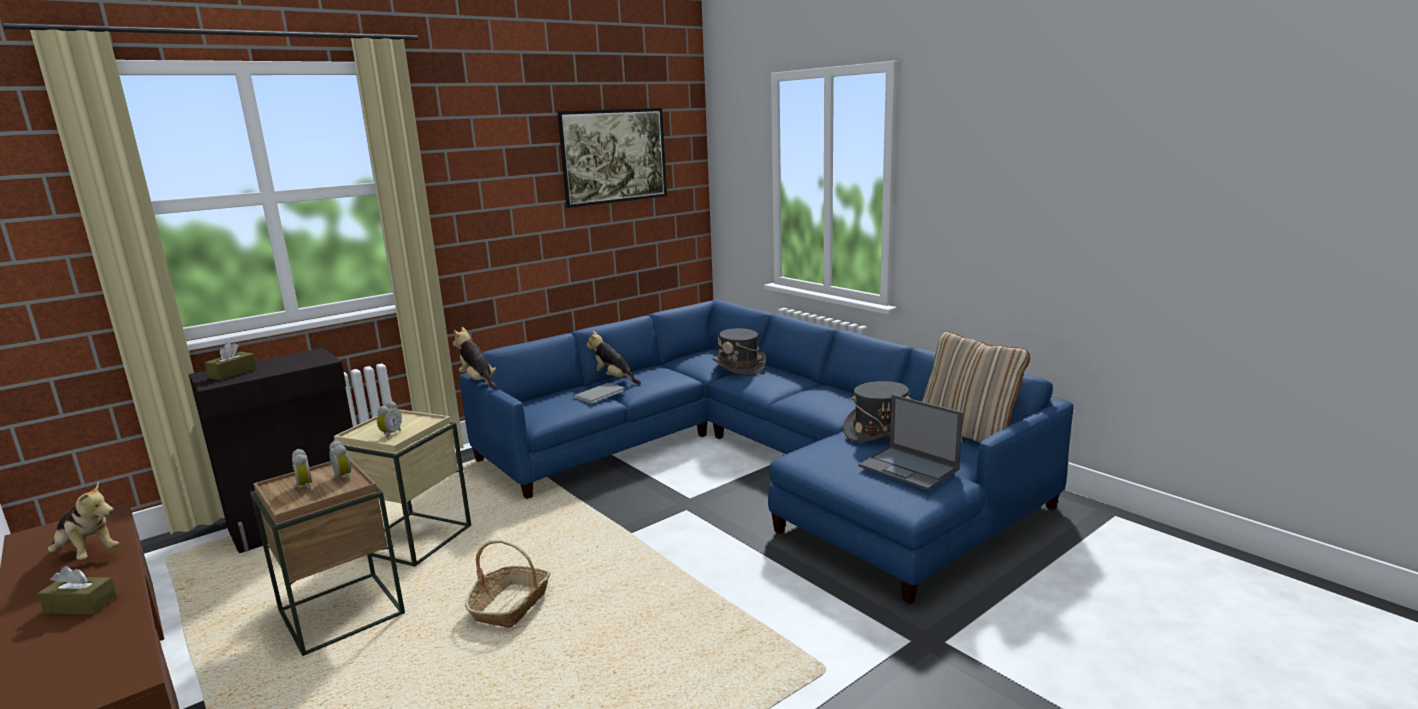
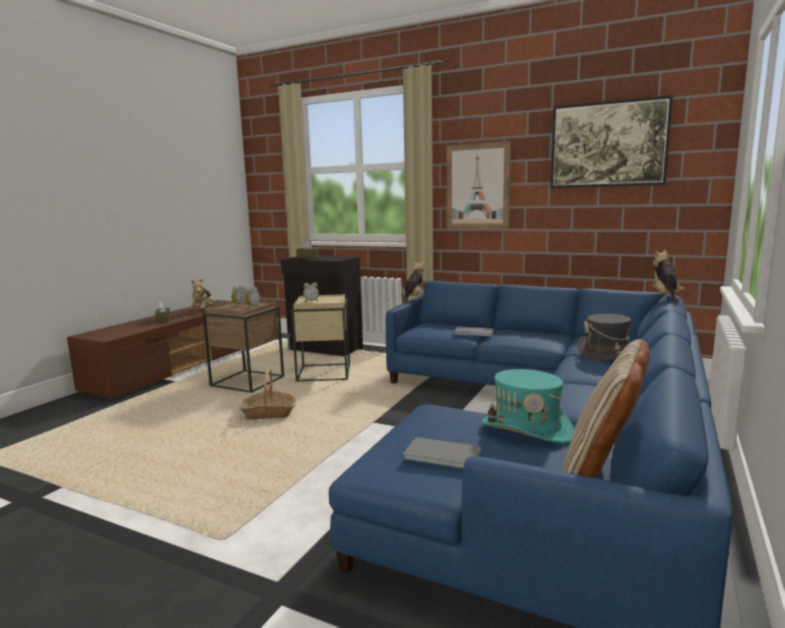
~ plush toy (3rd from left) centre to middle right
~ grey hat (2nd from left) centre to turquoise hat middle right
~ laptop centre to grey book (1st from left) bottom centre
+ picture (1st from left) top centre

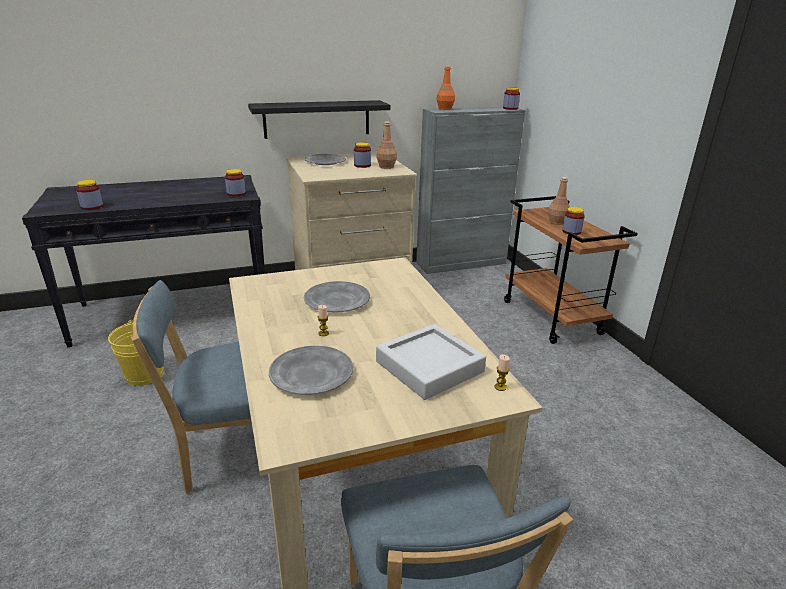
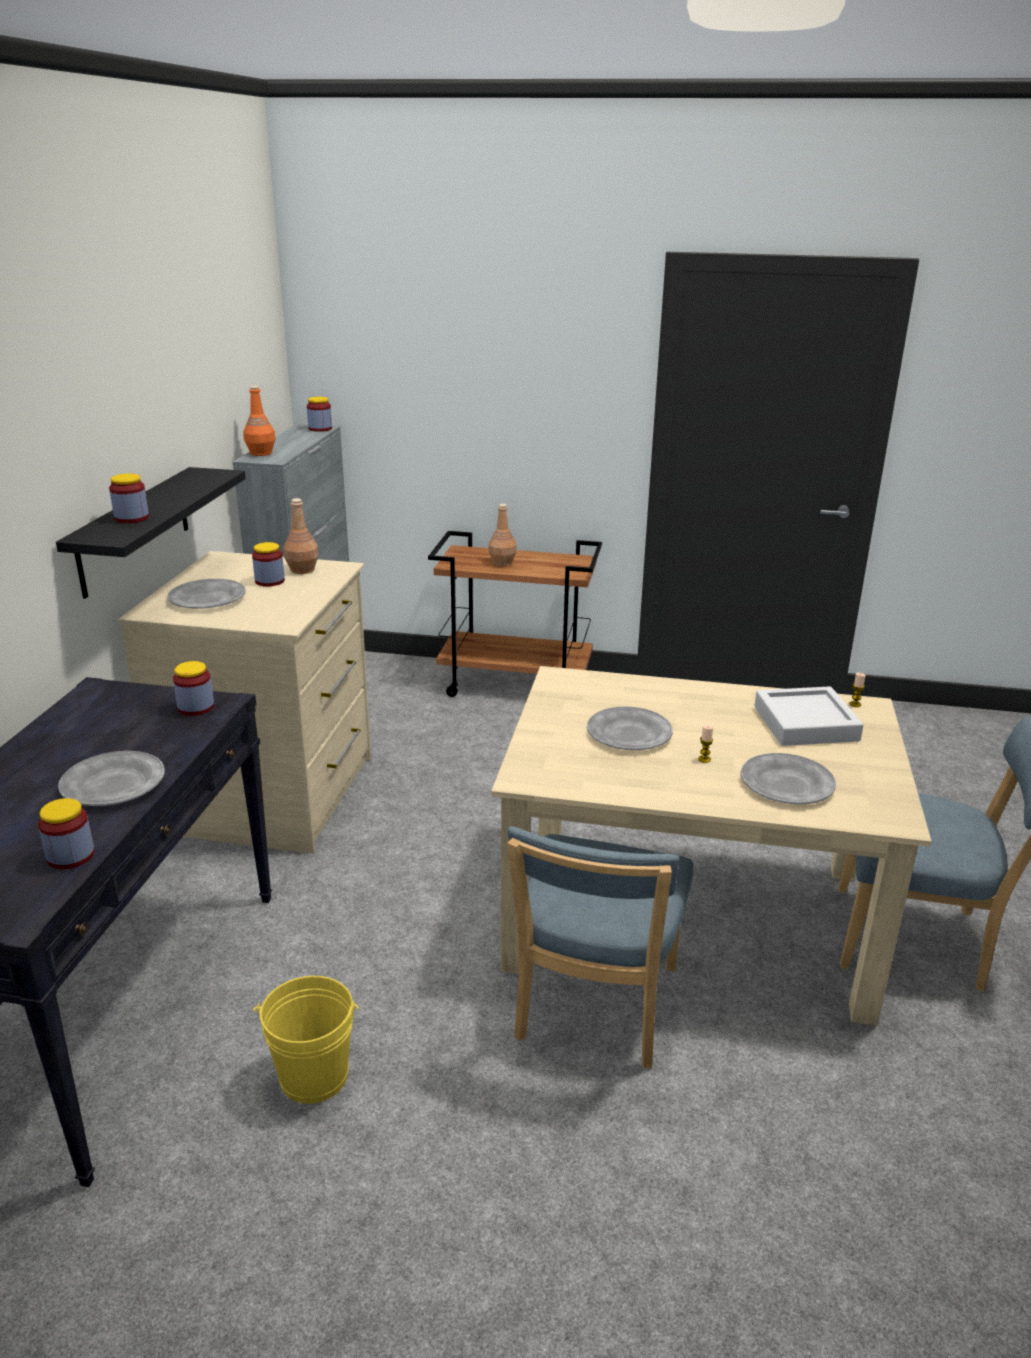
~ jar (5th from left in the first image) middle right to jar (2nd from left) middle left
+ grey plate (1st from left) middle left

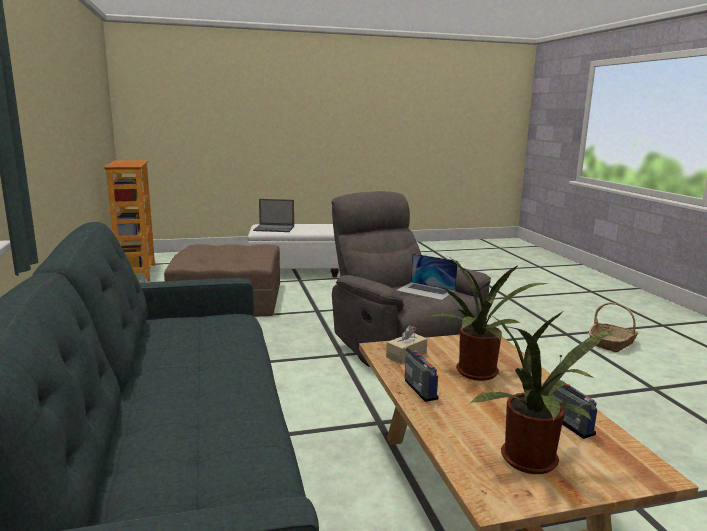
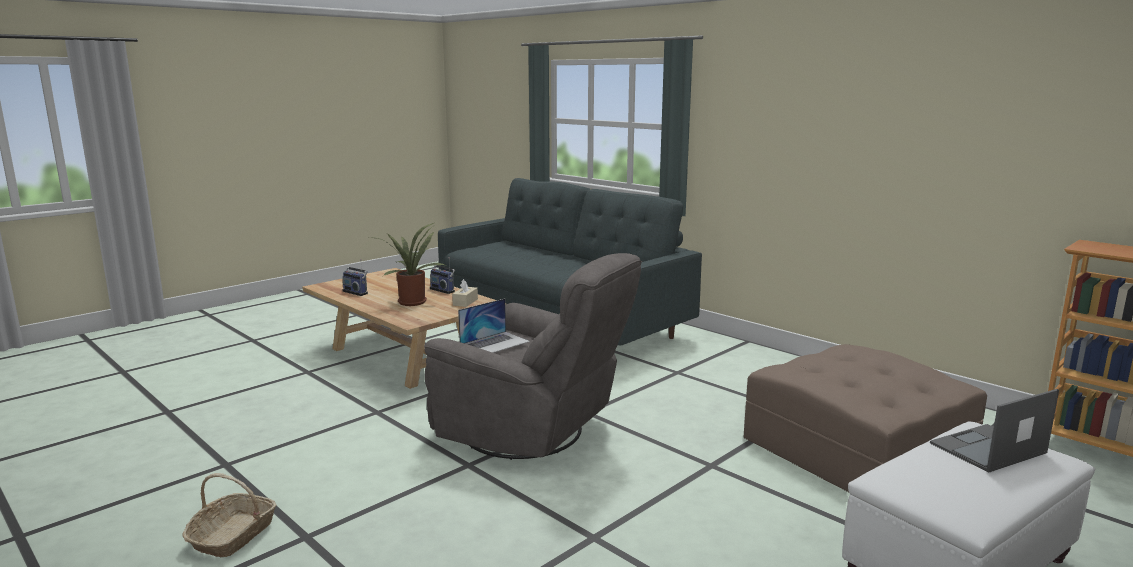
~ laptop (2nd from left in the first image) centre = centre 135 degrees clockwise
- potted plant (2nd from left) bottom right

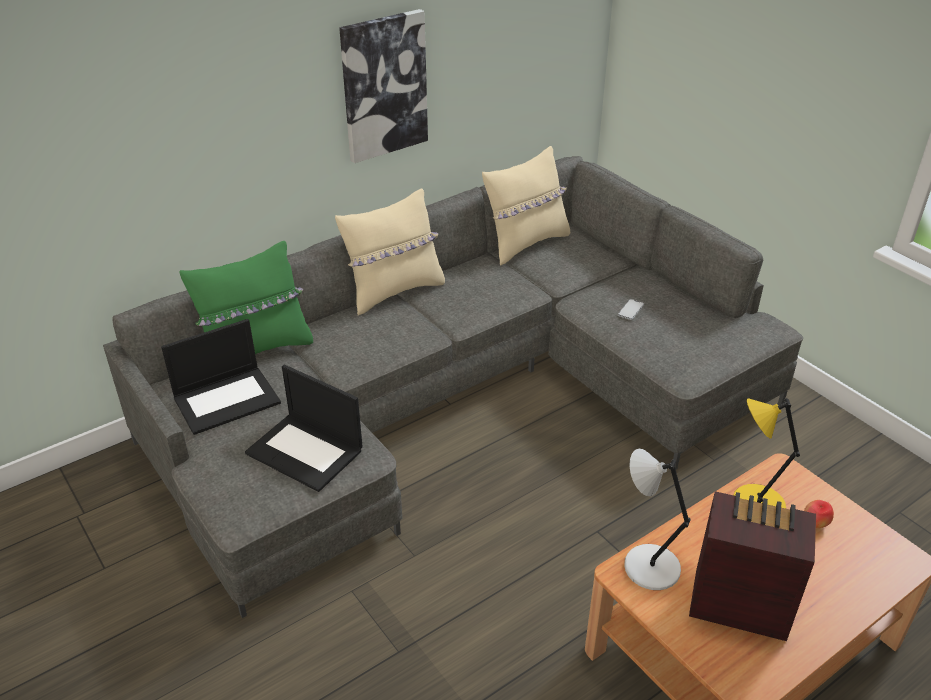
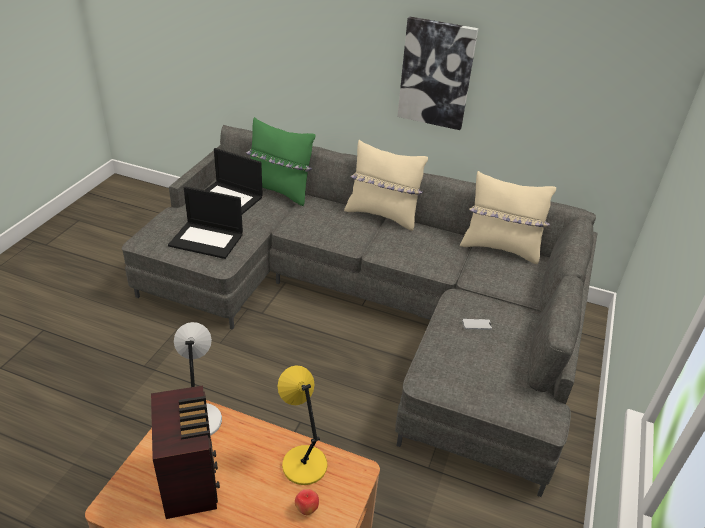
~ laptop (2nd from left in the first image) middle left = middle left 75 degrees counterclockwise

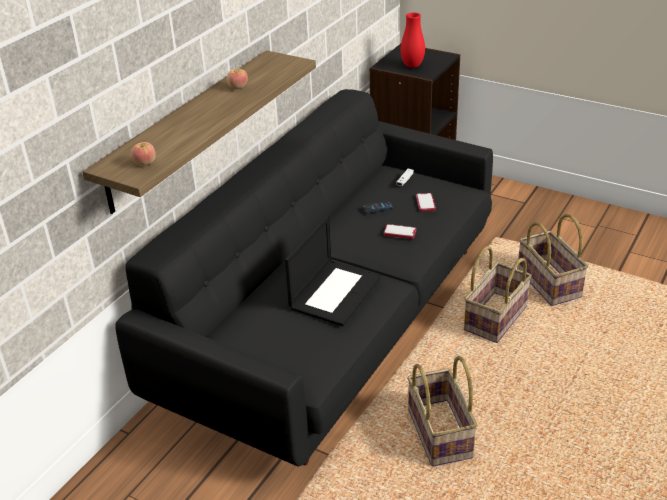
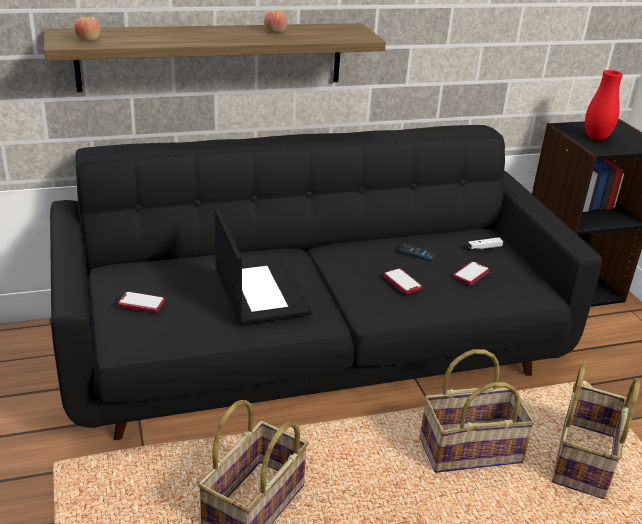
~ laptop centre = centre 90 degrees counterclockwise
+ phone (1st from left) middle left

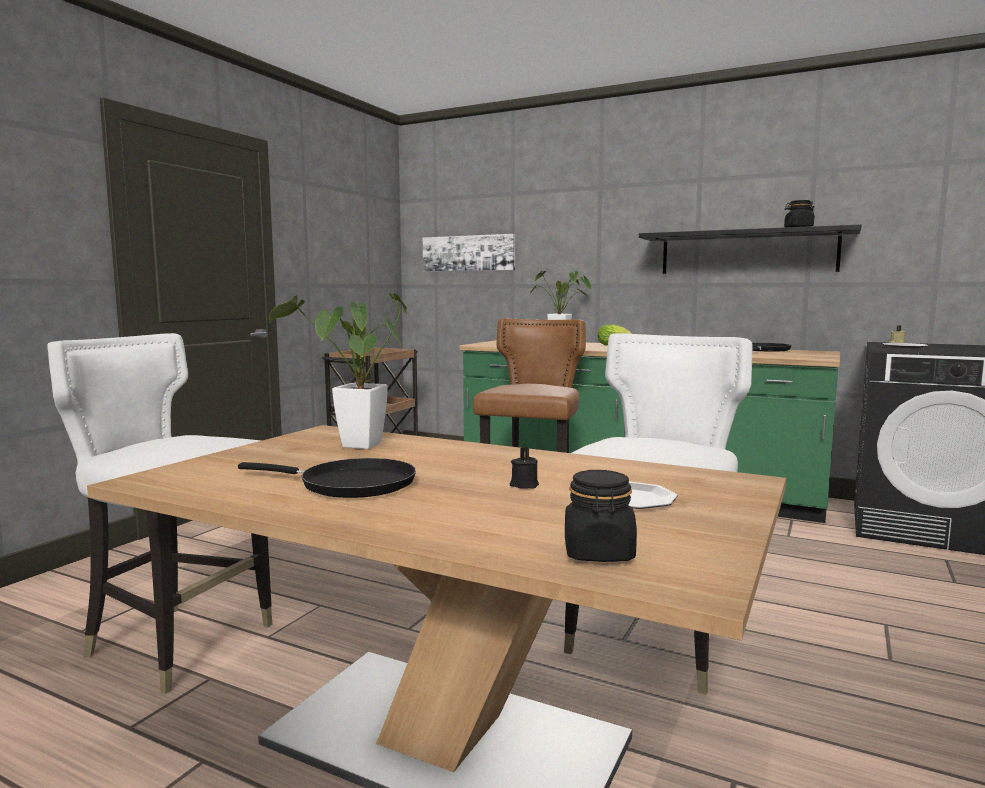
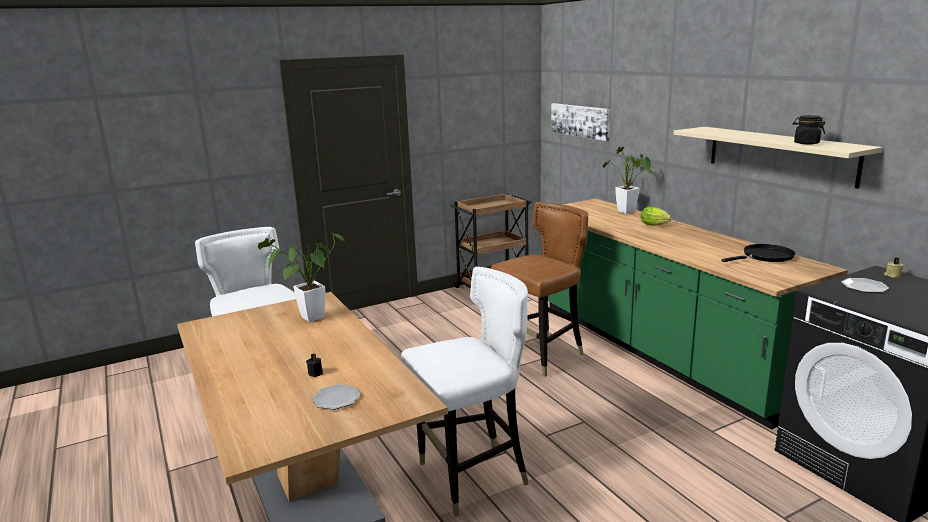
- black frying pan (1st from left) middle left
- black jar (1st from left) centre
~ black shelf top right to beige shelf top right

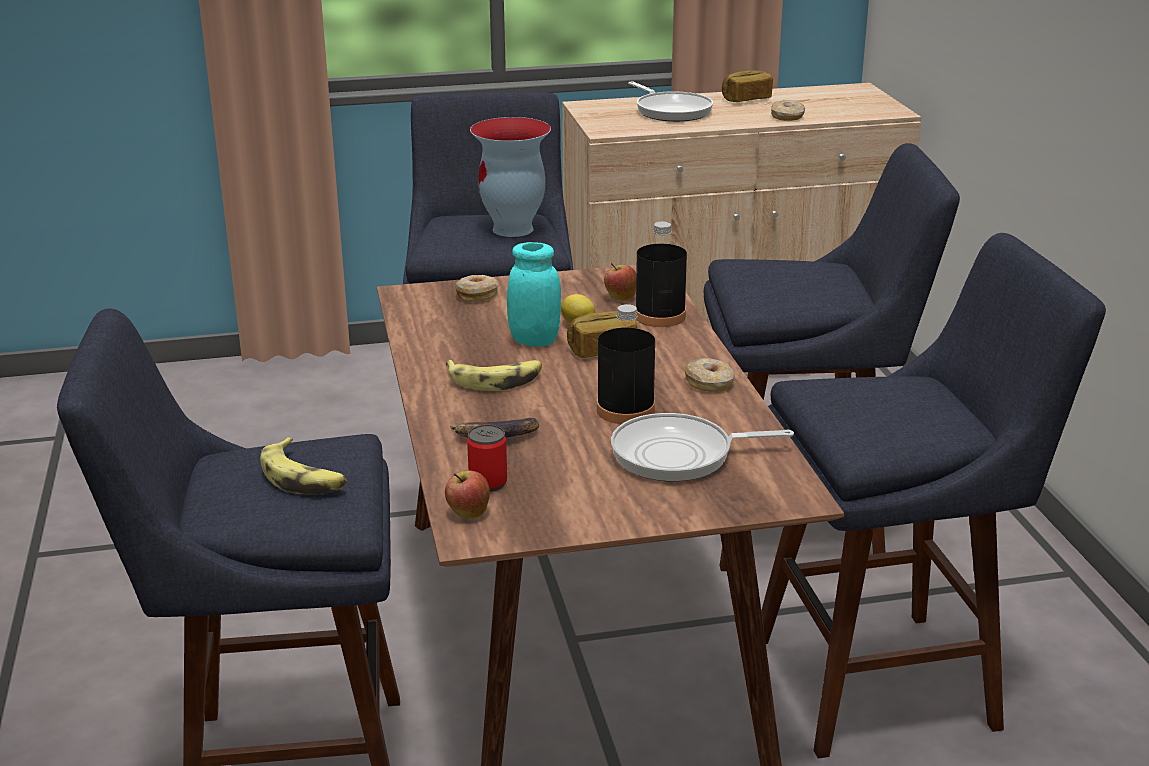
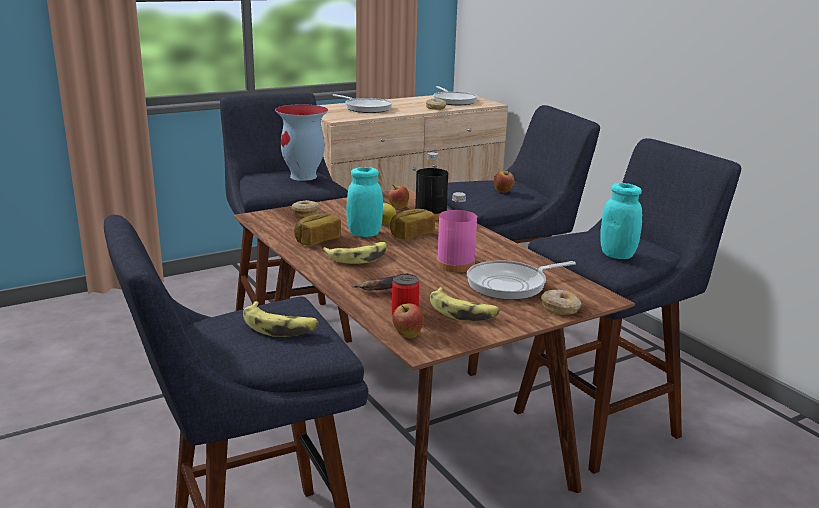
~ black bottle (1st from left) centre to pink bottle centre
~ donut (2nd from left in the first image) centre to donut (3rd from left) middle right
~ bread (2nd from left in the first image) top centre to bread (1st from left) centre
+ banana (4th from left) centre
+ frying pan (2nd from left) top centre
+ apple (3rd from left) centre
+ turquoise jar (2nd from left) middle right

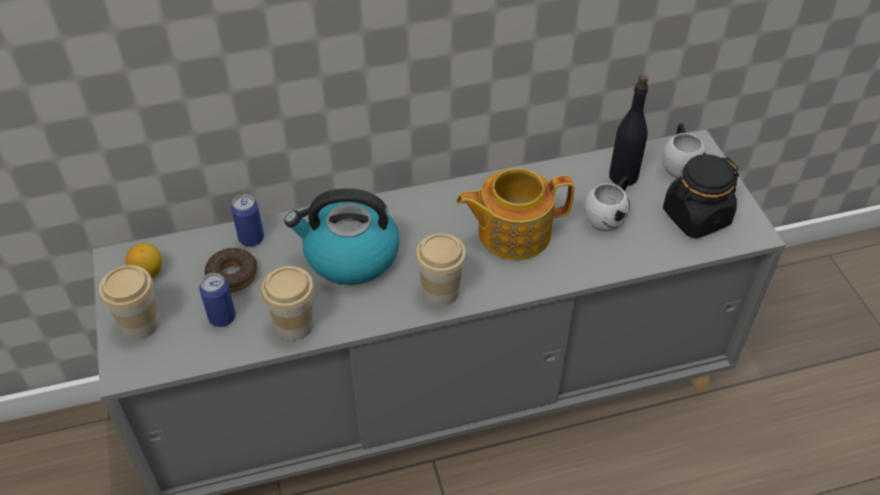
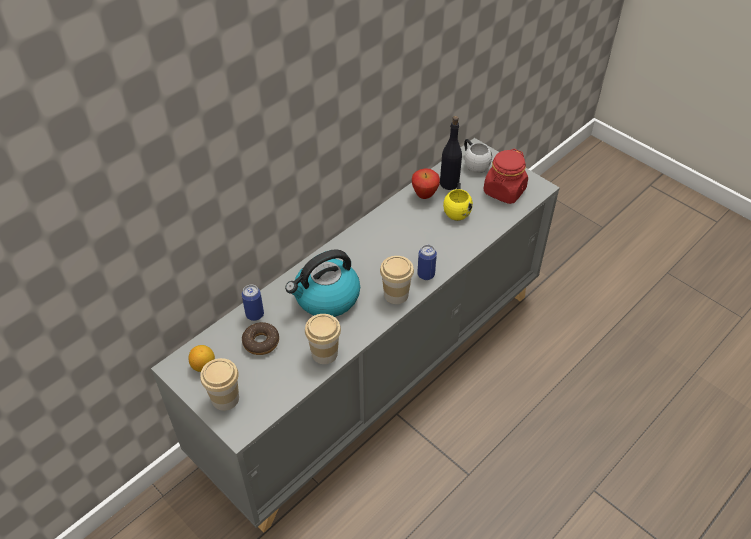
~ can (1st from left in the first image) middle left to can (2nd from left) centre
- teapot centre
~ white mug (1st from left) middle right to yellow mug centre
~ black jar middle right to red jar top right
+ apple centre

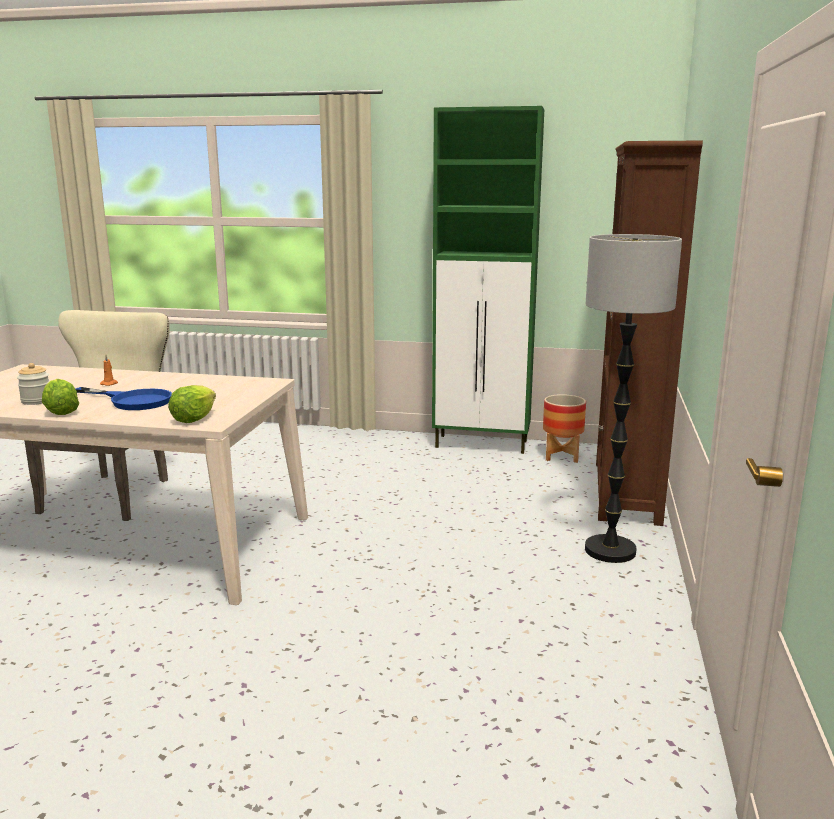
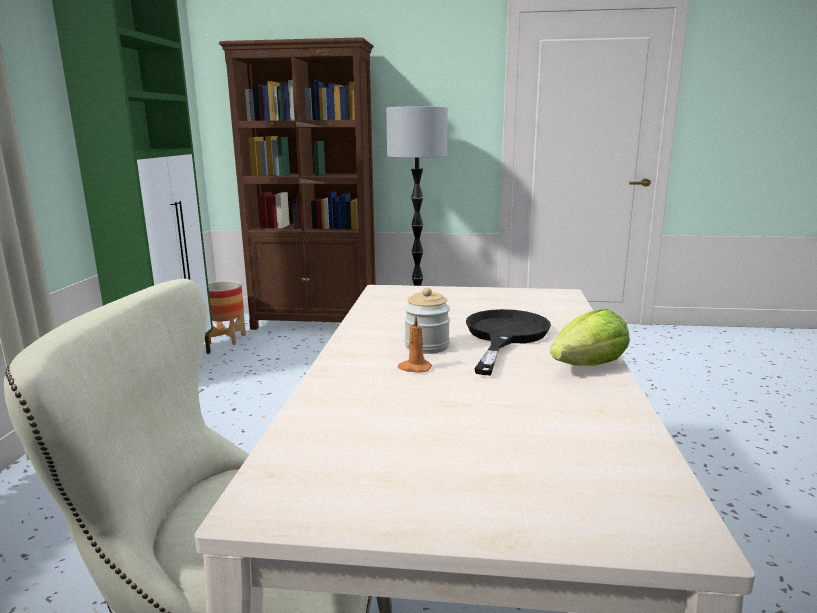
~ jar middle left to centre
~ blue frying pan middle left to black frying pan centre
- lettuce (2nd from left) middle left

